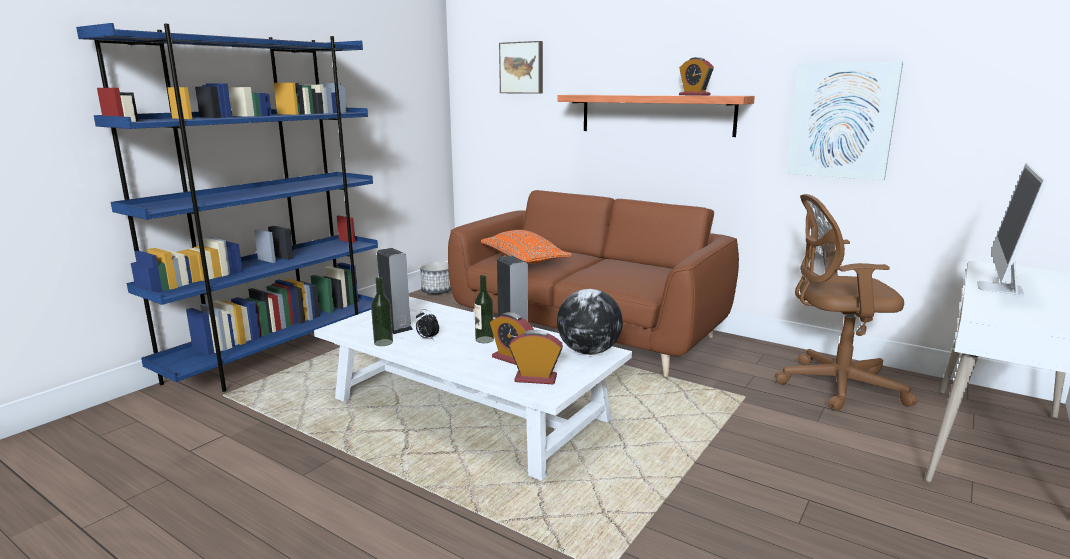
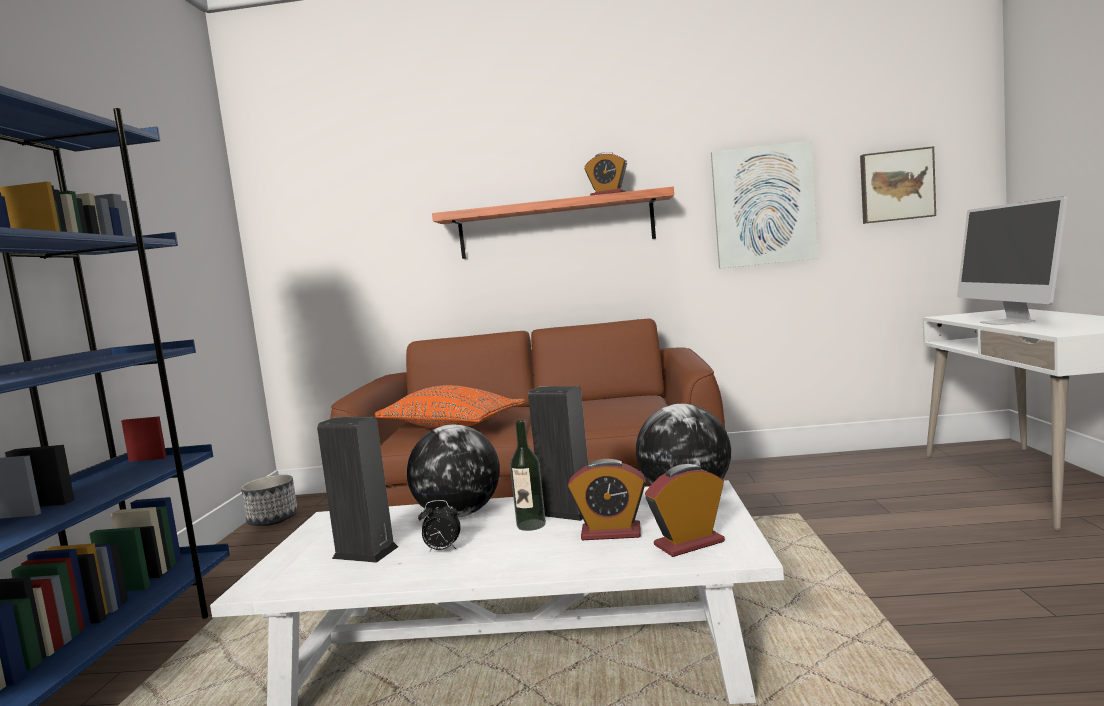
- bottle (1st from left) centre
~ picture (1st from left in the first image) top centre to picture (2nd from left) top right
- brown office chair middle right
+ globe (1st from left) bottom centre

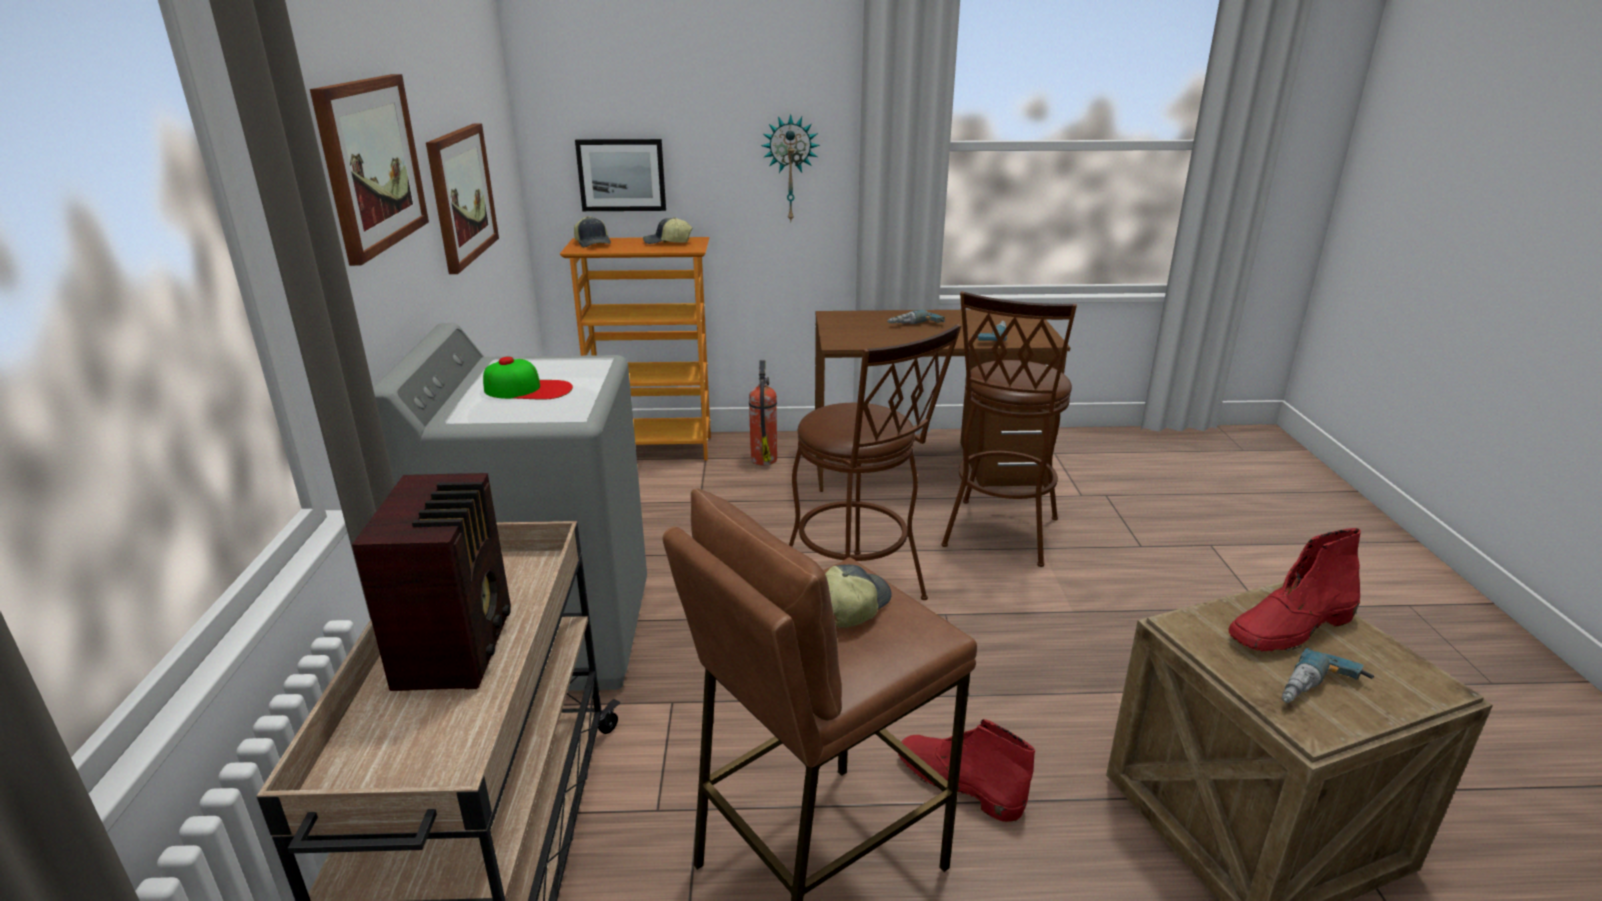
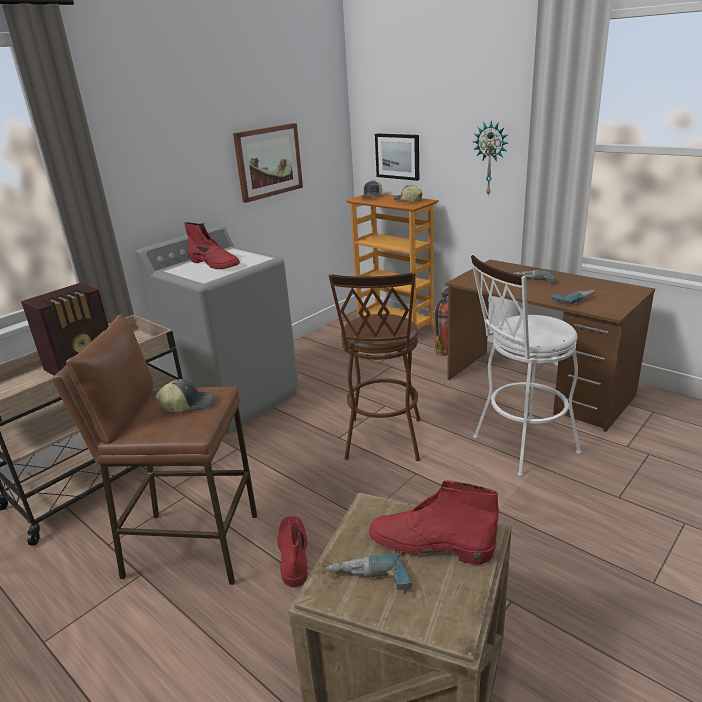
- picture (1st from left) top left
~ cap (1st from left) middle left to red boot (1st from left) middle left
~ brown stool (3rd from left) centre to white stool middle right

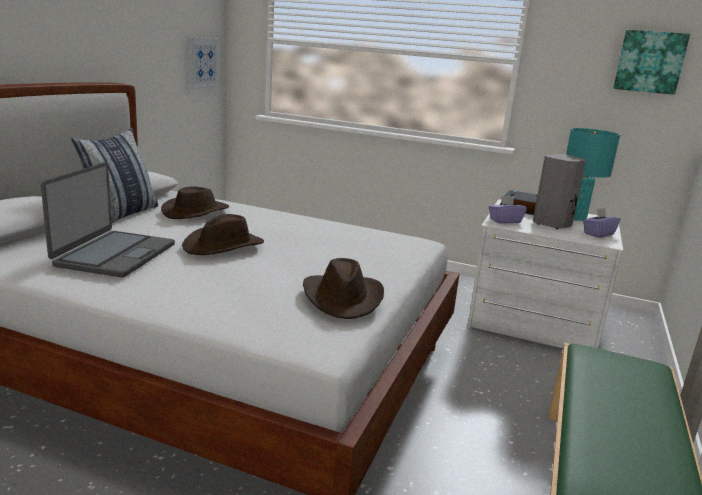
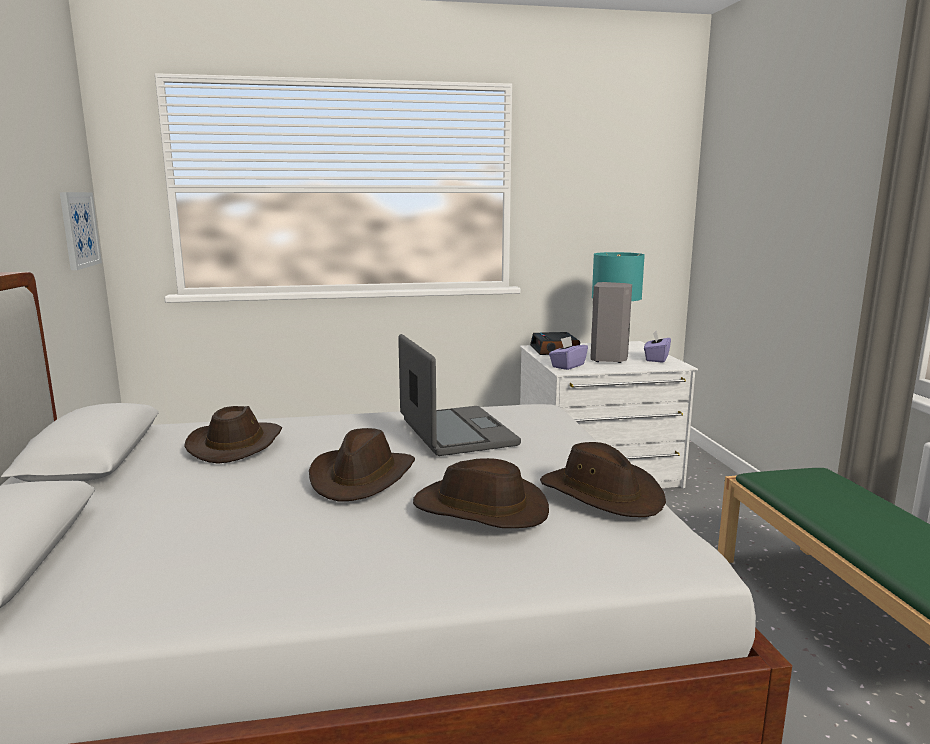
~ laptop middle left to centre
- pillow middle left
- picture (2nd from left) top right
+ brown hat (3rd from left) centre

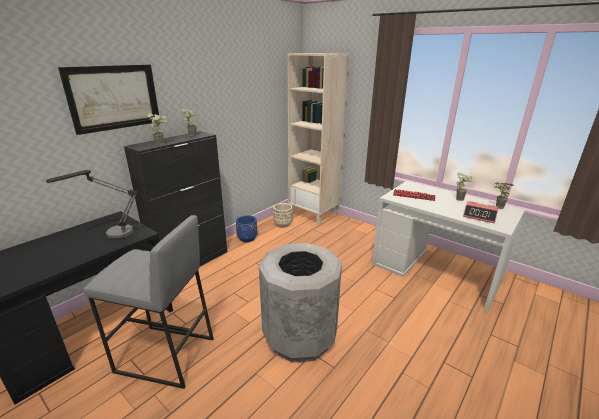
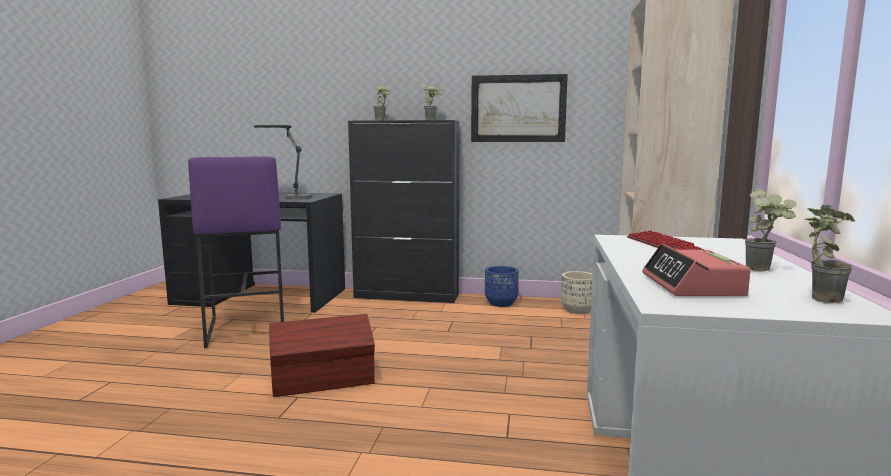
~ picture top left to top centre
~ grey stool bottom left to purple stool middle left
~ grey trash can bottom centre to brown storage box bottom centre

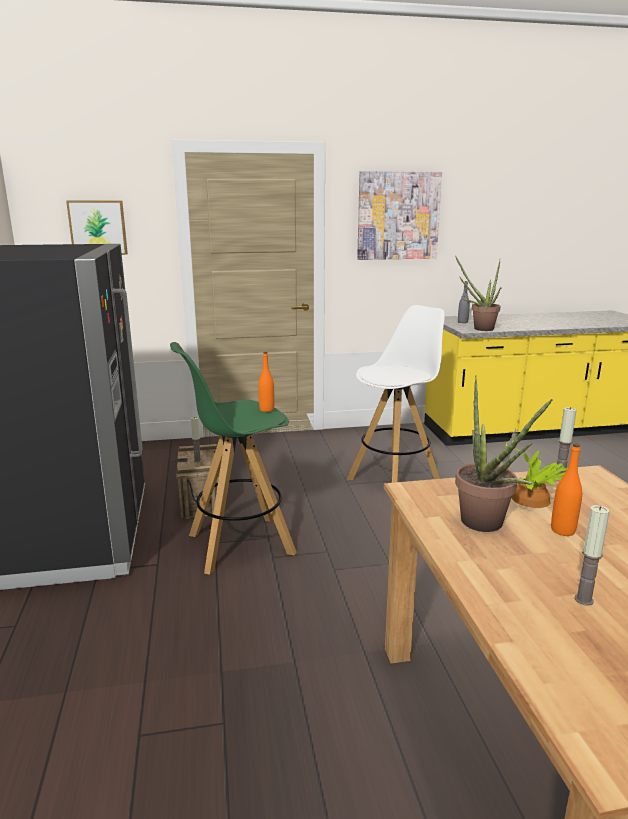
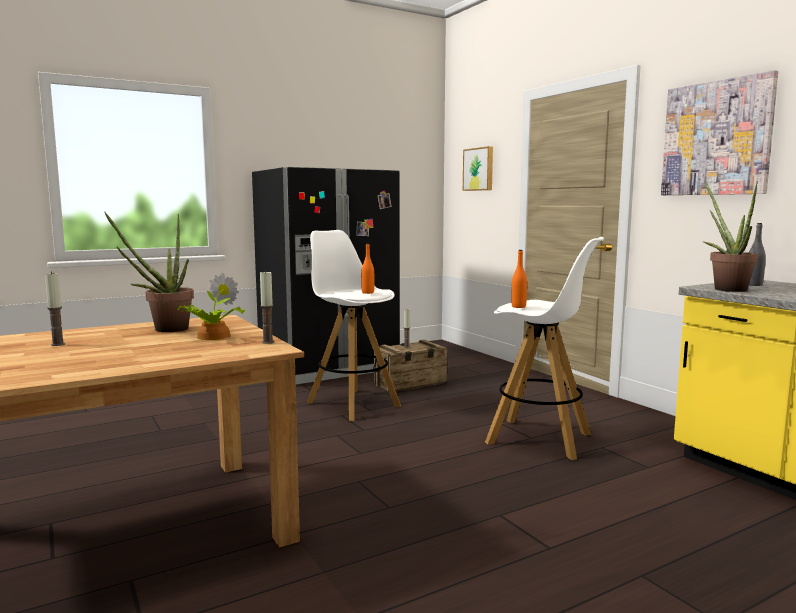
~ green stool centre to white stool (1st from left) centre
~ orange bottle (2nd from left) middle right to centre

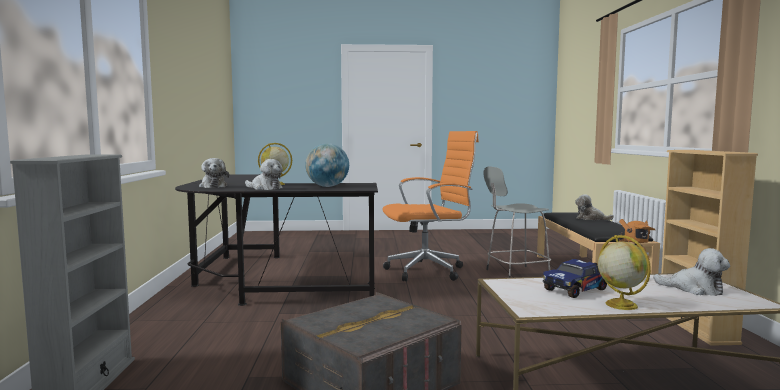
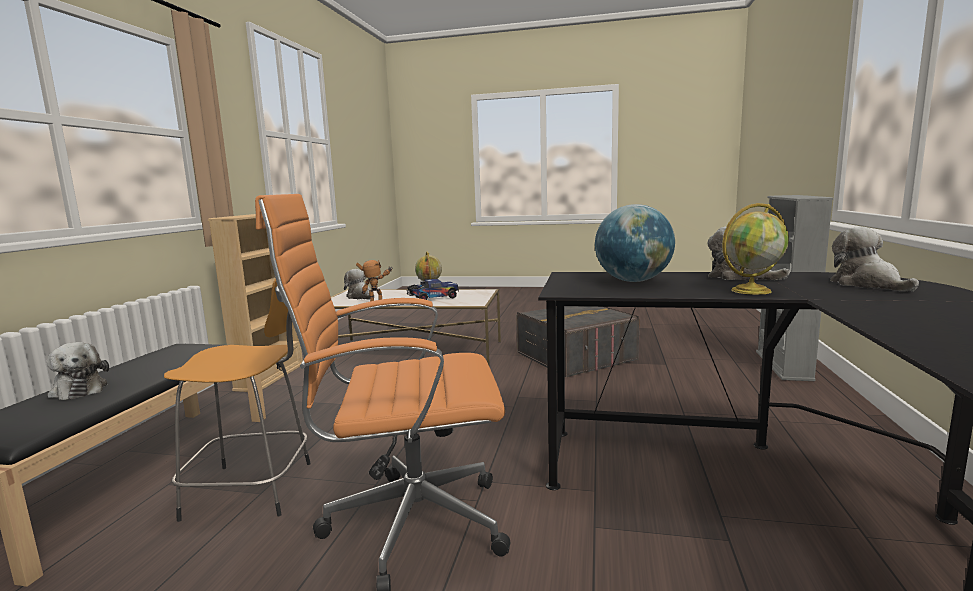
~ grey stool centre to orange stool bottom left

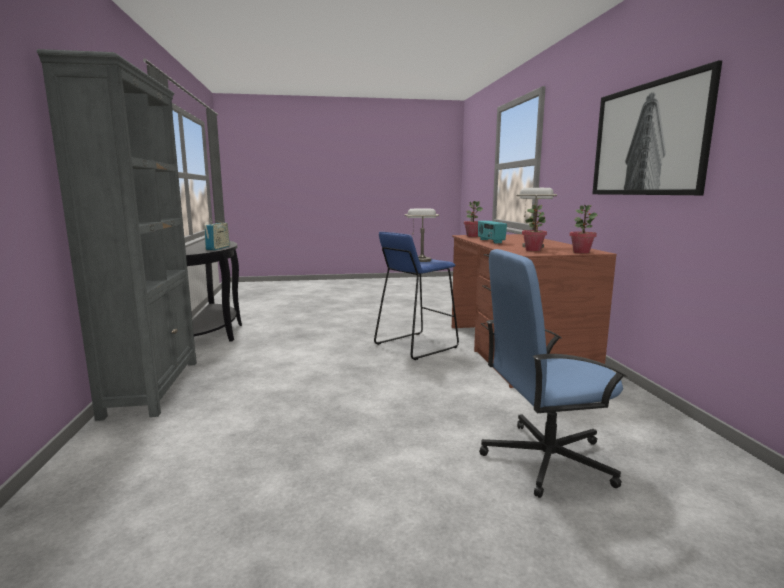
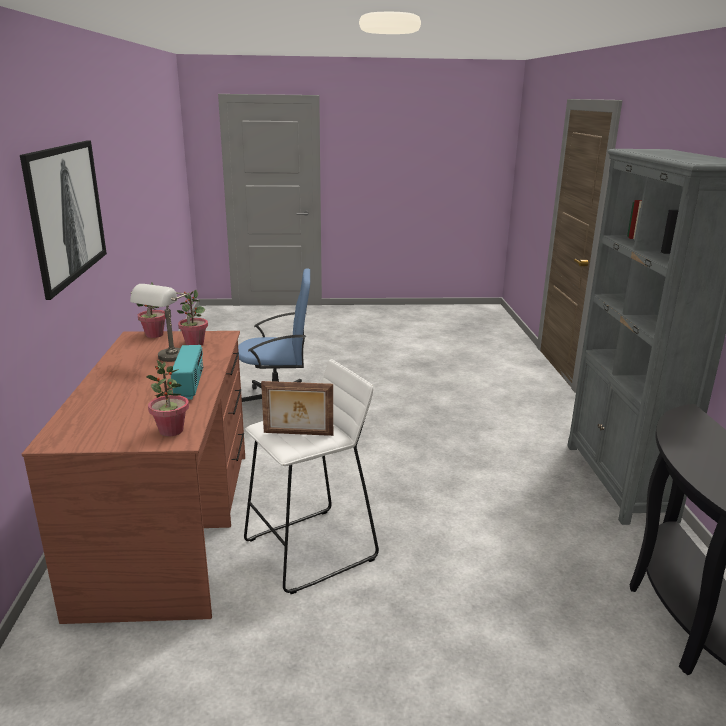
- radio (1st from left) middle left
~ blue stool centre to white stool centre
~ grey table lamp (1st from left) centre to picture frame centre

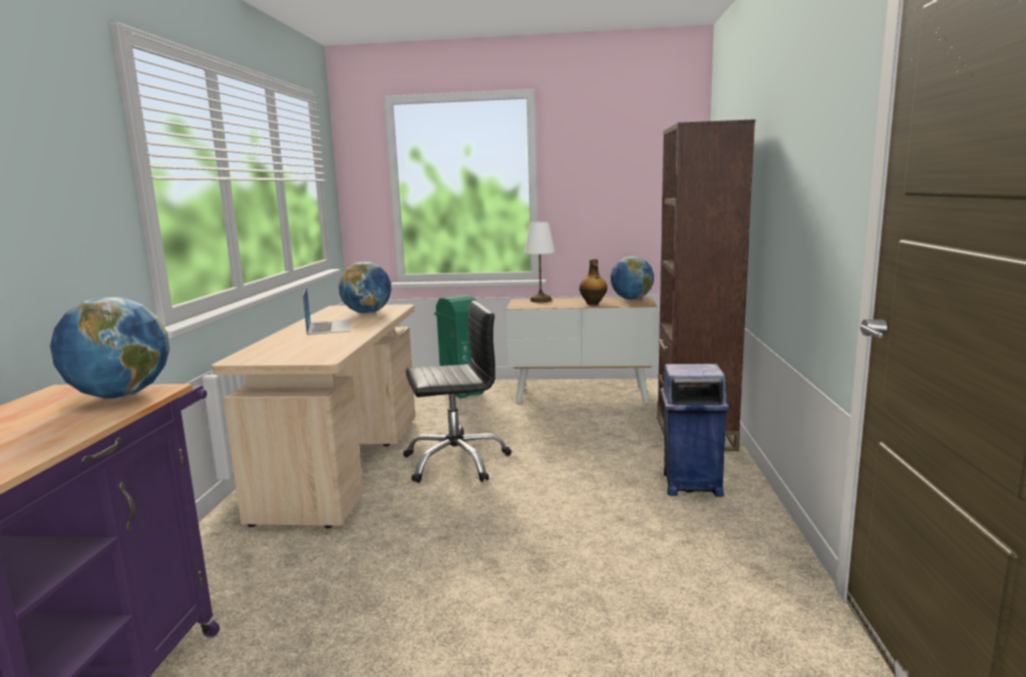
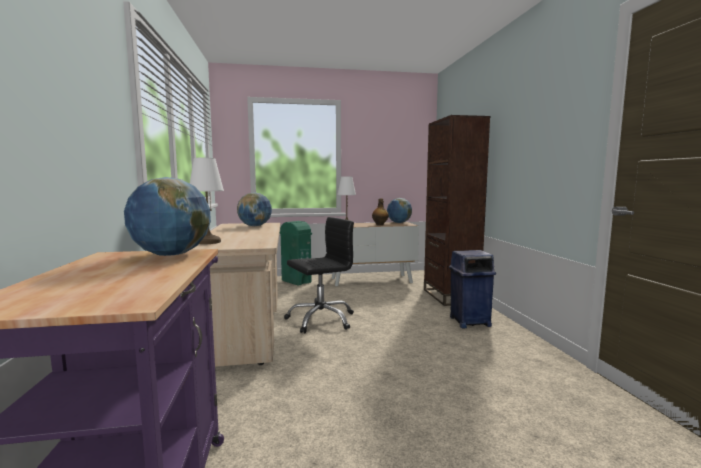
- laptop middle left
+ white table lamp (1st from left) middle left

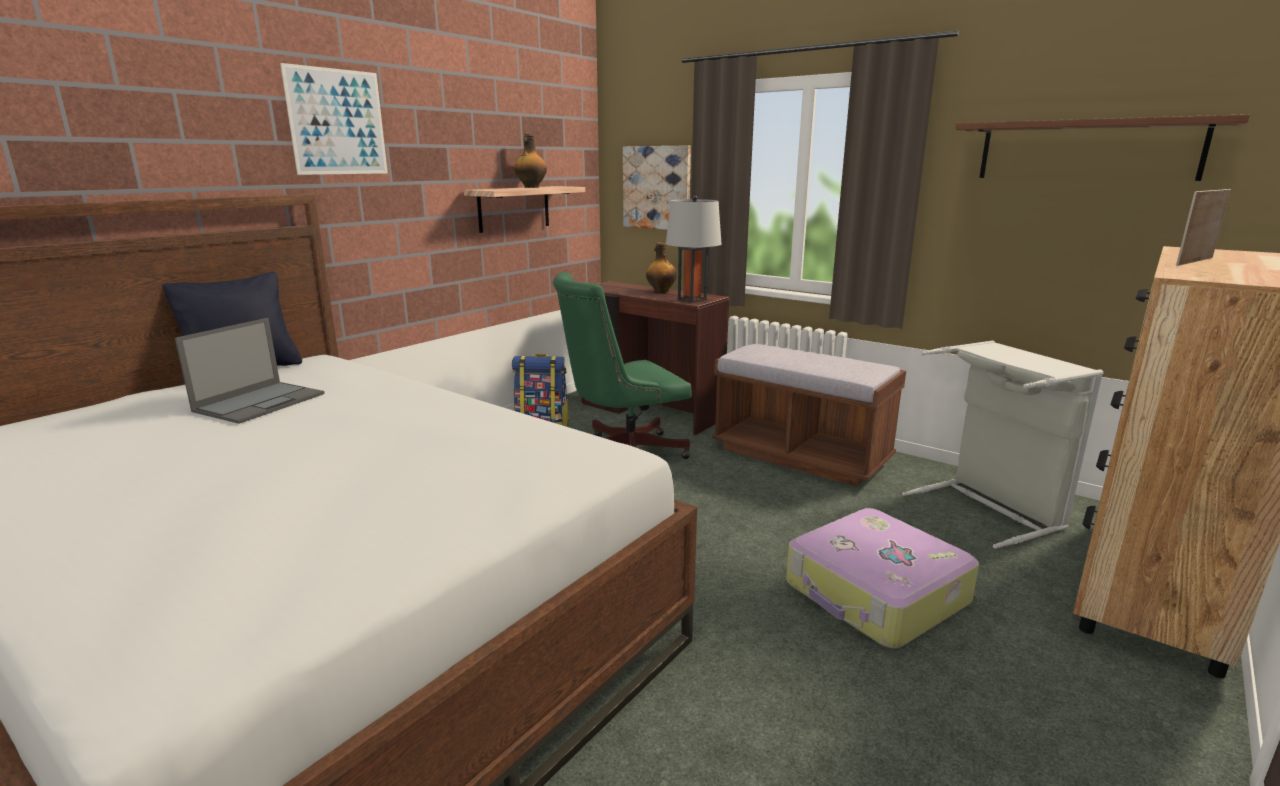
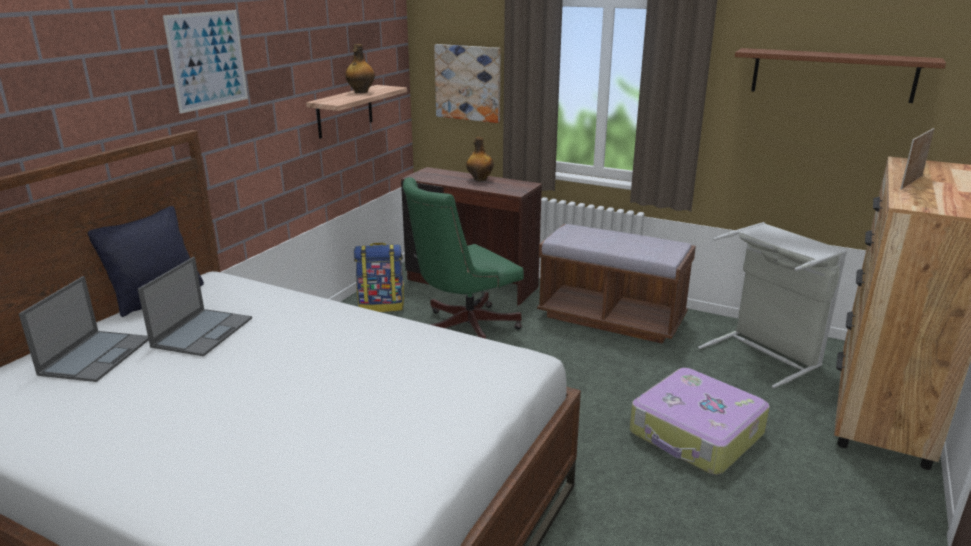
- grey table lamp top centre
+ laptop (1st from left) middle left

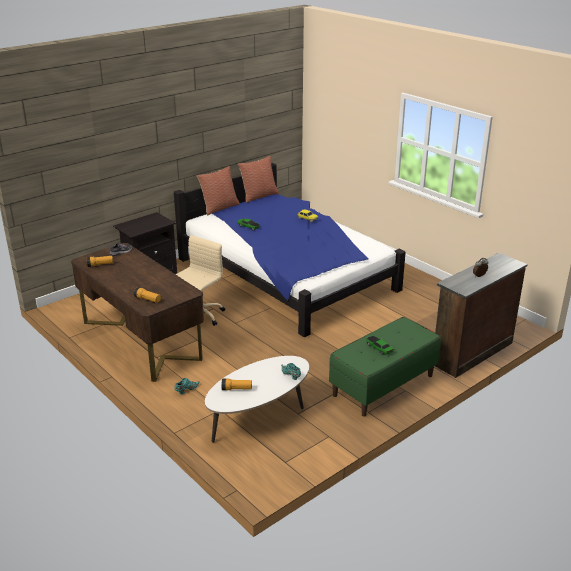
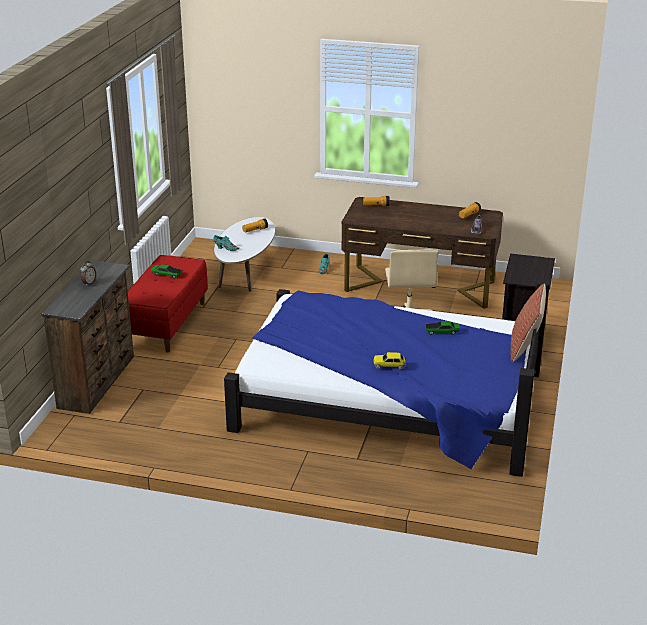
- pillow (2nd from left) top centre
~ green bench middle right to red bench middle left

